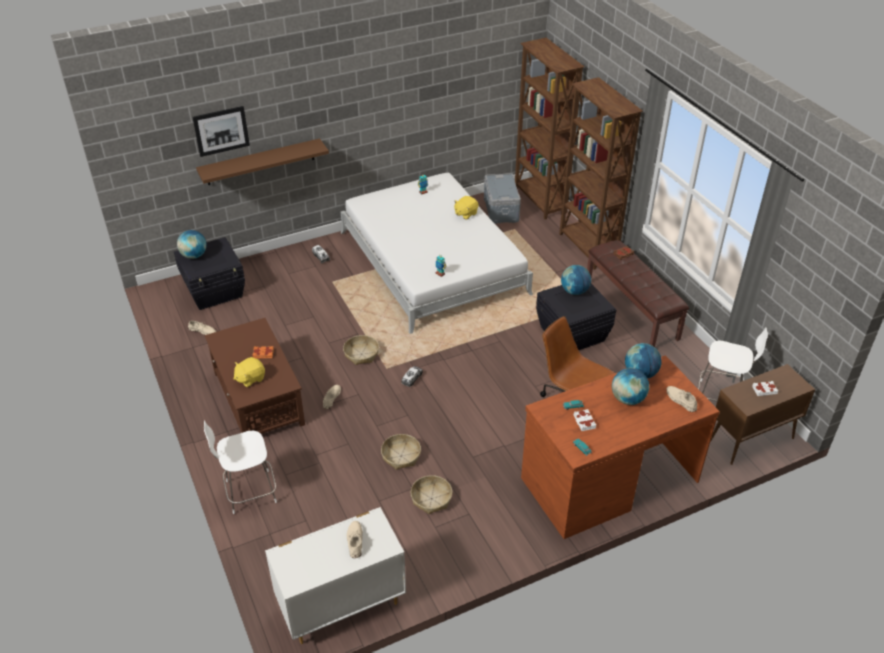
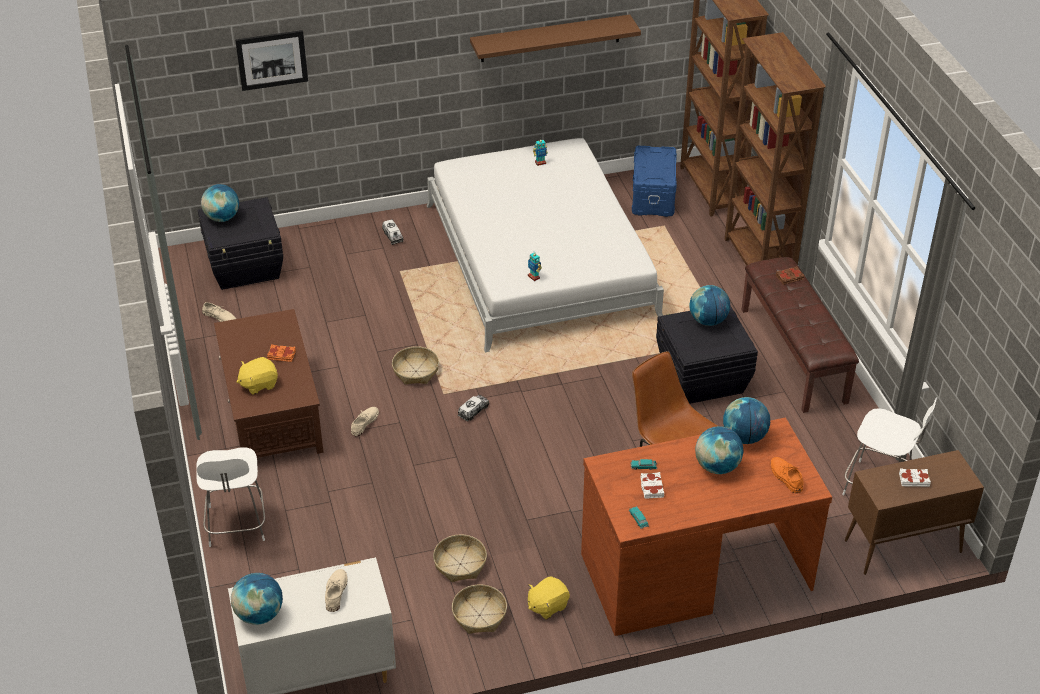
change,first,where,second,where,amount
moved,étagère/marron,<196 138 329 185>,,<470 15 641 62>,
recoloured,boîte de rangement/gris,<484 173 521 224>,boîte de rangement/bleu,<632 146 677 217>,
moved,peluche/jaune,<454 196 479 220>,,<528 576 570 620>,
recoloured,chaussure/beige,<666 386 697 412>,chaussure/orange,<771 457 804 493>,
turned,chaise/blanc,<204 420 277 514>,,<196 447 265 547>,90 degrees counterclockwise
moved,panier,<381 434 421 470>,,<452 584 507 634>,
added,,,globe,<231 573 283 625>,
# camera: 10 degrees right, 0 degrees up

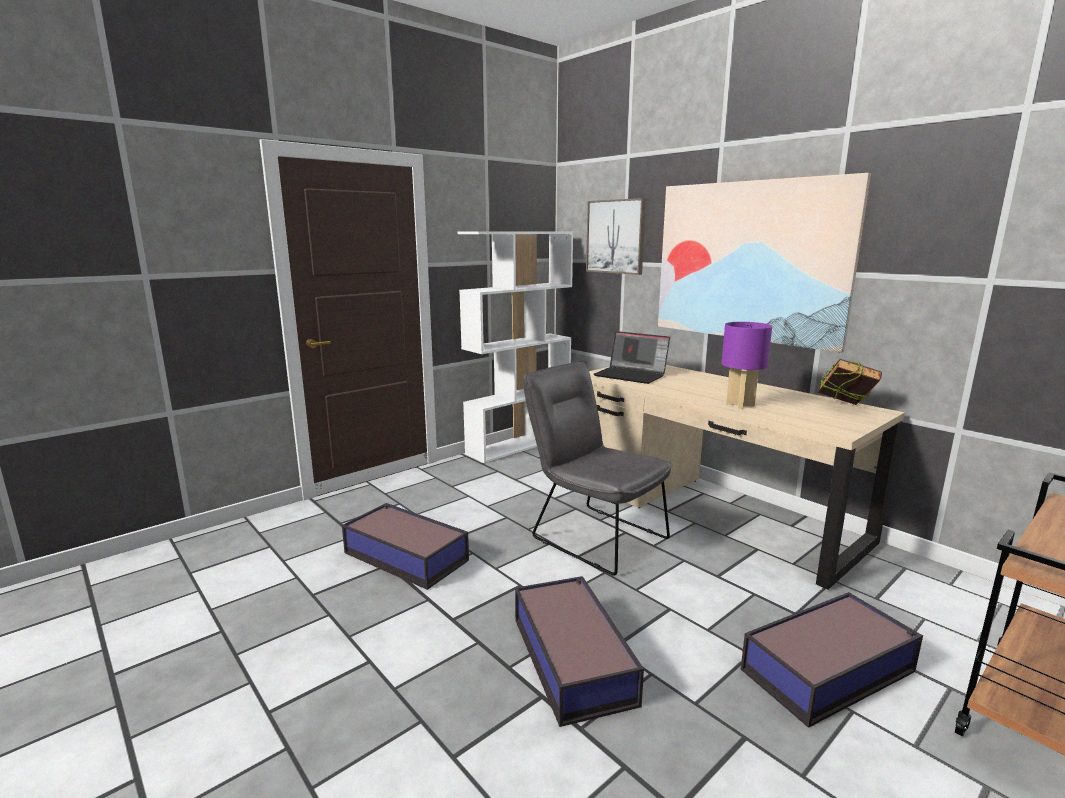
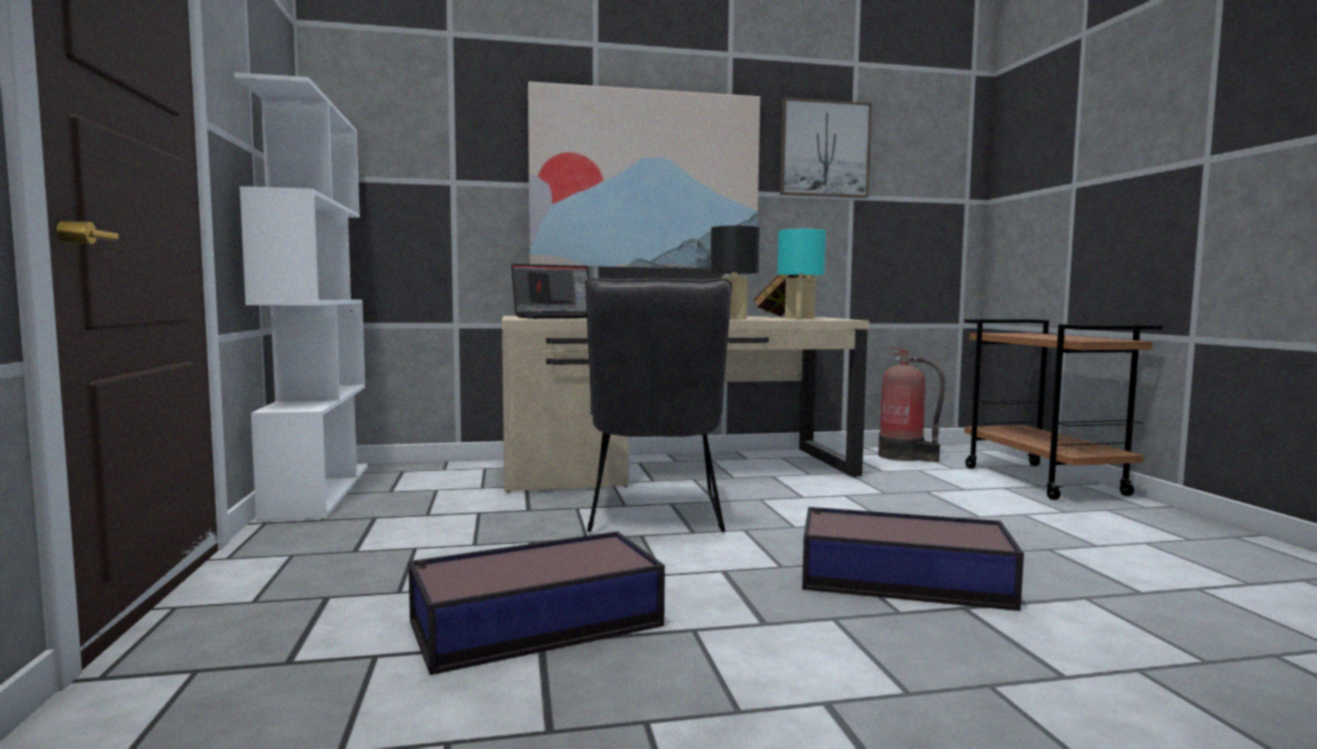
change,first,where,second,where,amount
moved,tableau,<586 198 646 275>,,<780 97 872 198>,
recoloured,lampe de table/violet,<722 322 772 409>,lampe de table/noir,<710 225 760 320>,
turned,chaise/gris,<522 360 672 576>,,<585 278 732 532>,75 degrees counterclockwise
removed,boîte de rangement,<741 592 923 728>,,,
added,,,lampe de table/turquoise,<777 229 826 319>,
added,,,extincteur,<878 347 945 462>,
# camera: 60 degrees left, 10 degrees down

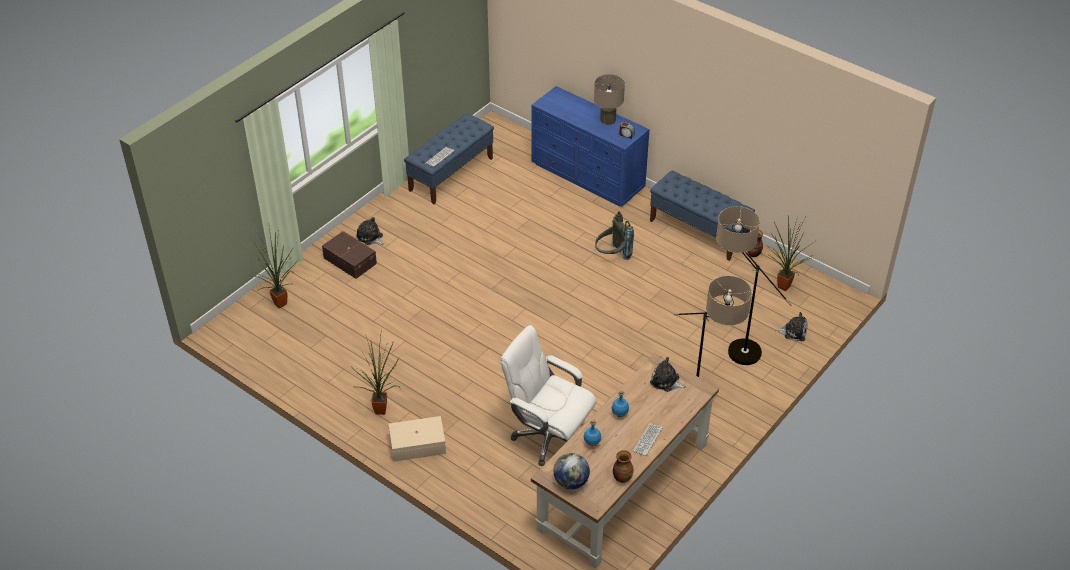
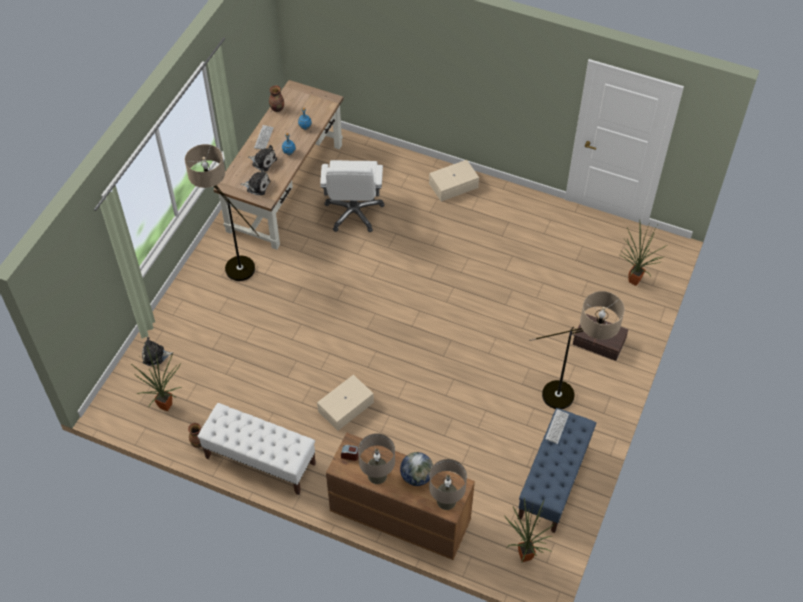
change,first,where,second,where,amount
recoloured,commode/bleu,<531 86 650 207>,commode/marron,<326 433 475 560>,
recoloured,banc/bleu,<650 170 755 261>,banc/blanc,<197 403 316 495>,
moved,lampadaire,<716 206 792 365>,,<529 291 625 409>,
replaced,sac à dos/gris,<595 212 634 260>,boîte de rangement/beige,<317 375 374 431>,
moved,peluche,<356 217 384 245>,,<248 145 277 171>,
turned,chaise de bureau/blanc,<500 325 597 466>,,<320 160 385 232>,75 degrees clockwise
moved,plante en pot,<352 329 400 415>,,<504 498 555 563>,
moved,globe,<554 453 590 490>,,<400 452 433 486>,
added,,,lampe de table/beige,<429 459 467 510>,
# camera: 165 degrees right, 10 degrees up

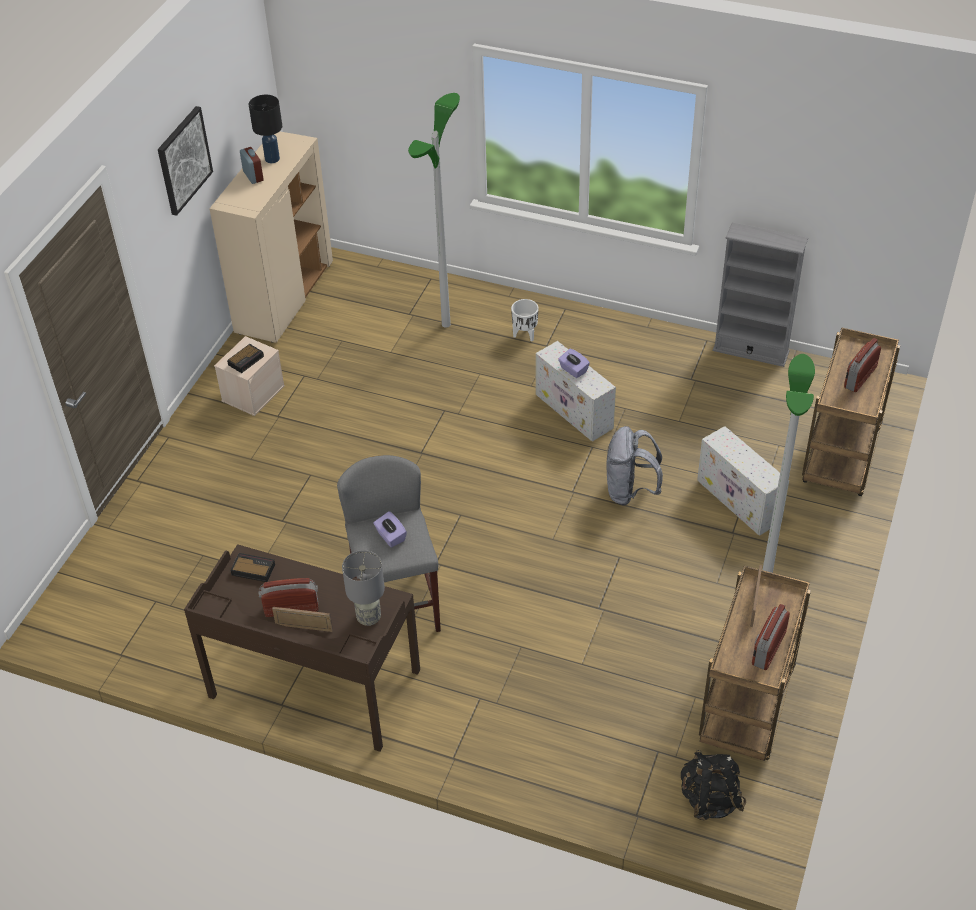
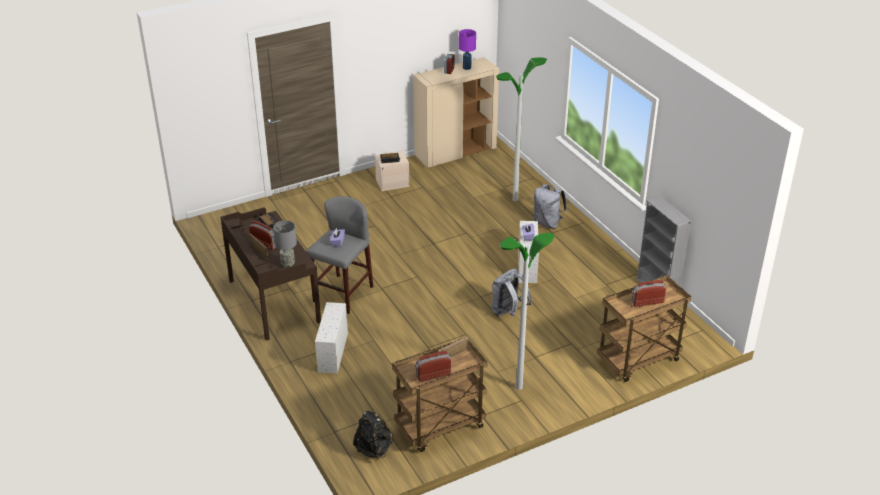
change,first,where,second,where,amount
recoloured,lampe de table/noir,<249 95 282 163>,lampe de table/violet,<459 29 476 70>,
removed,tableau,<158 106 213 216>,,,
replaced,cache-pot/blanc,<511 299 539 342>,sac à dos/gris,<534 184 567 229>,
moved,boîte de rangement/blanc,<697 426 789 536>,,<315 302 348 374>,
# camera: 40 degrees right, 10 degrees down

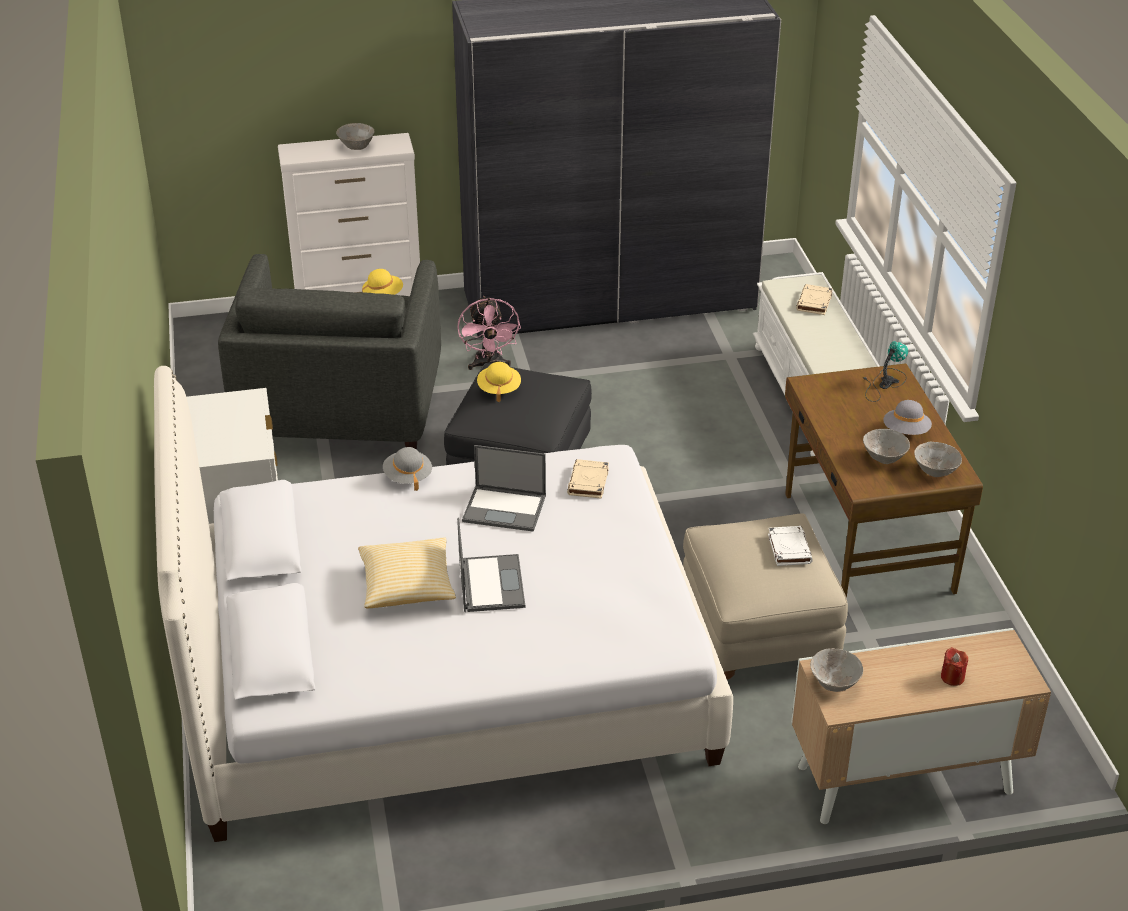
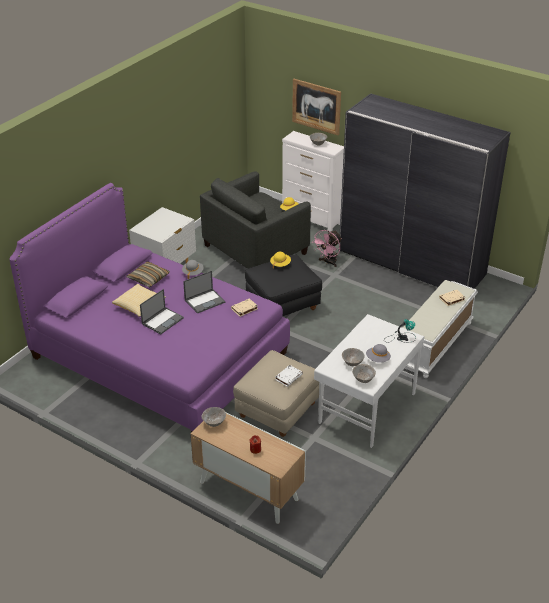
change,first,where,second,where,amount
recoloured,bureau/marron,<785 363 983 598>,bureau/blanc,<314 314 424 448>,
recoloured,lit/blanc,<154 366 733 842>,lit/violet,<9 183 290 432>,
turned,ordinateur portable,<462 445 546 532>,,<183 271 225 314>,90 degrees counterclockwise
added,,,tableau,<292 79 341 136>,
added,,,coussin,<126 261 170 287>,
# camera: 45 degrees right, 0 degrees up

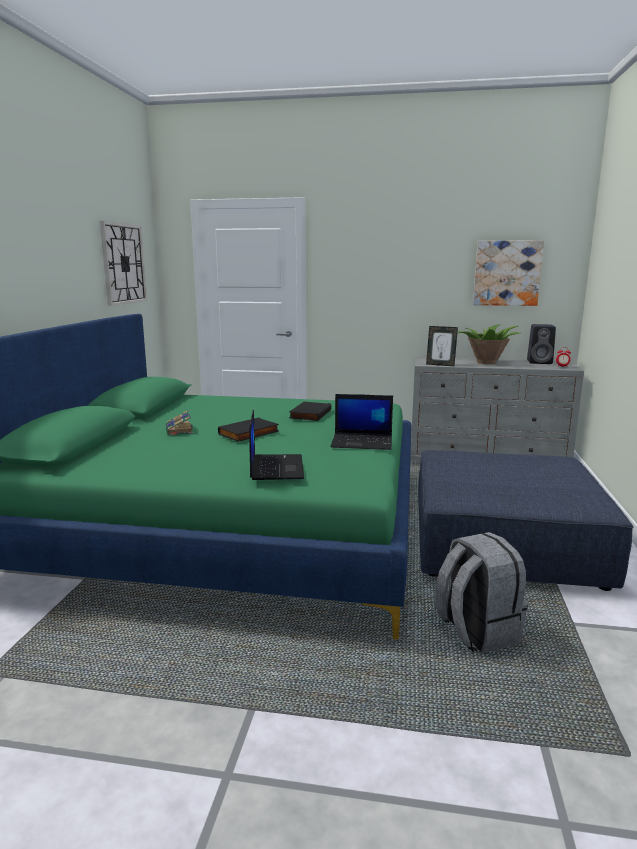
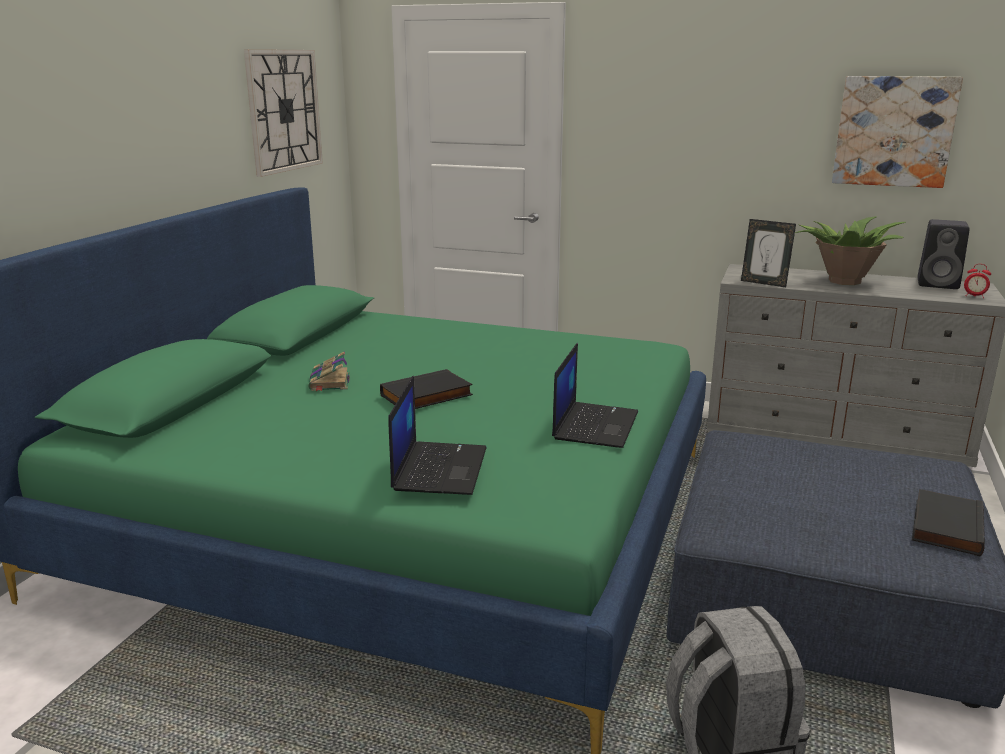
change,first,where,second,where,amount
turned,ordinateur portable,<331 394 393 450>,,<552 343 638 448>,90 degrees counterclockwise
moved,livre/noir,<289 402 331 421>,,<912 489 985 556>,
# camera: 10 degrees right, 5 degrees up

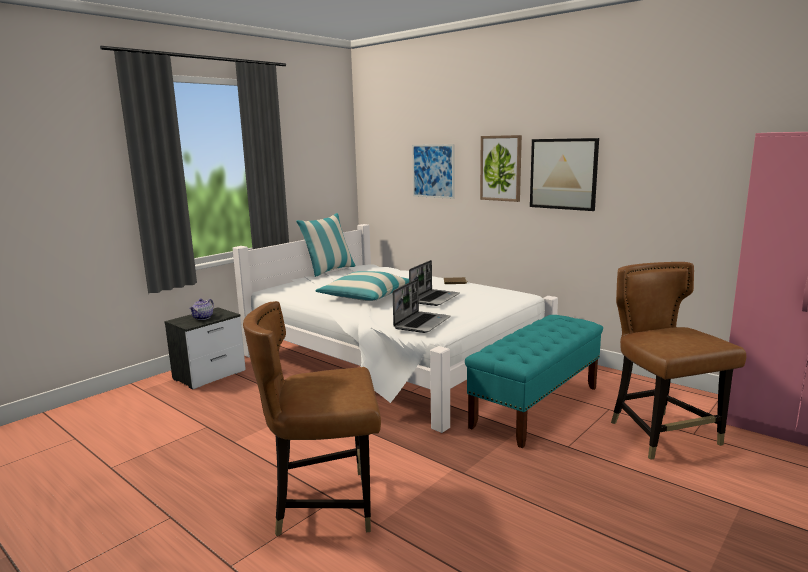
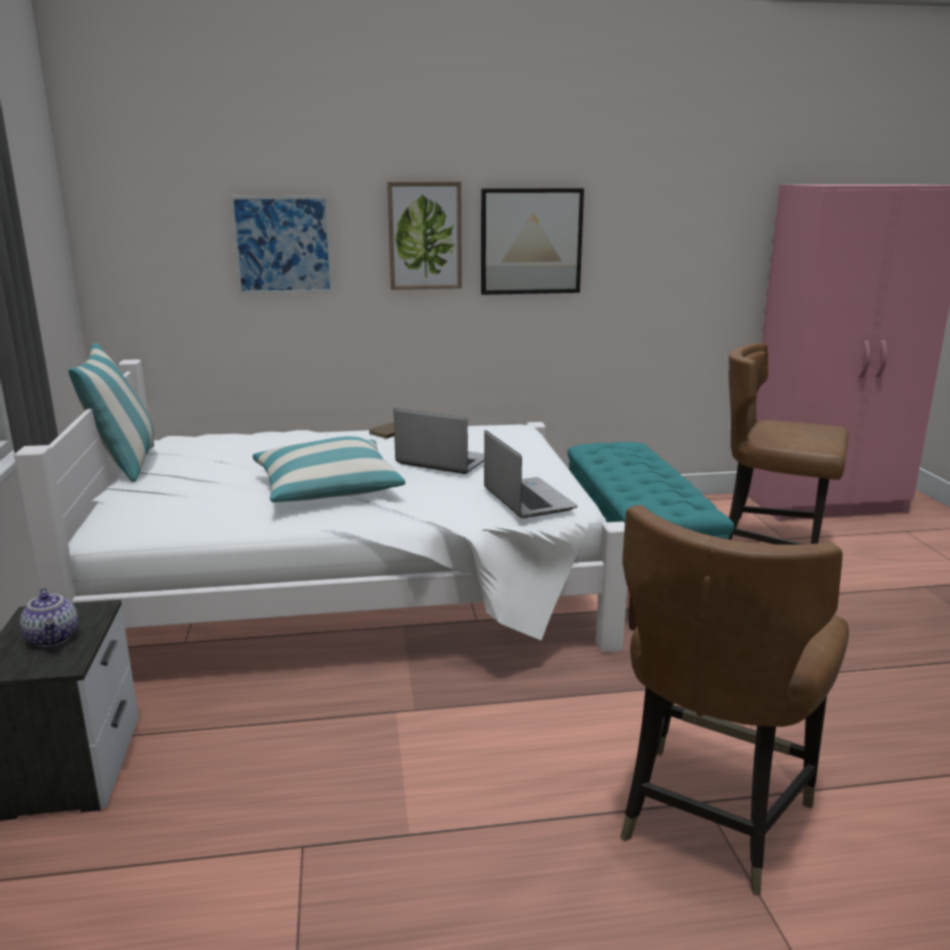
change,first,where,second,where,amount
turned,ordinateur portable,<409 260 460 306>,,<394 408 484 474>,45 degrees counterclockwise
# camera: 50 degrees left, 5 degrees up

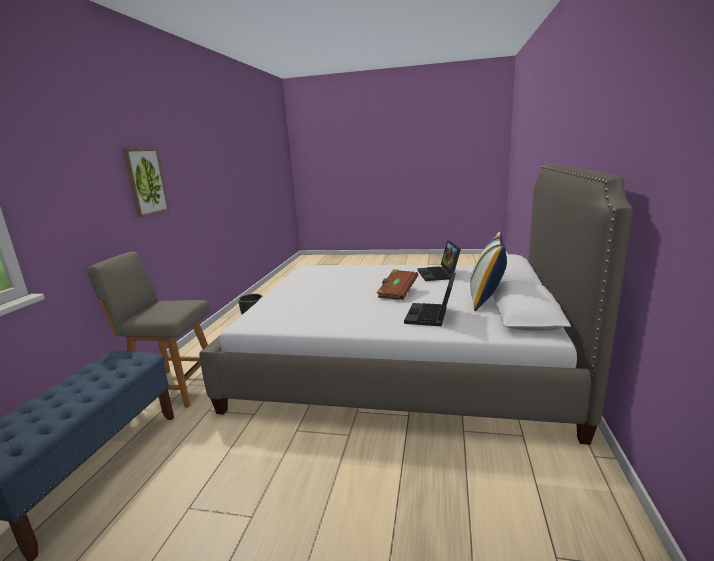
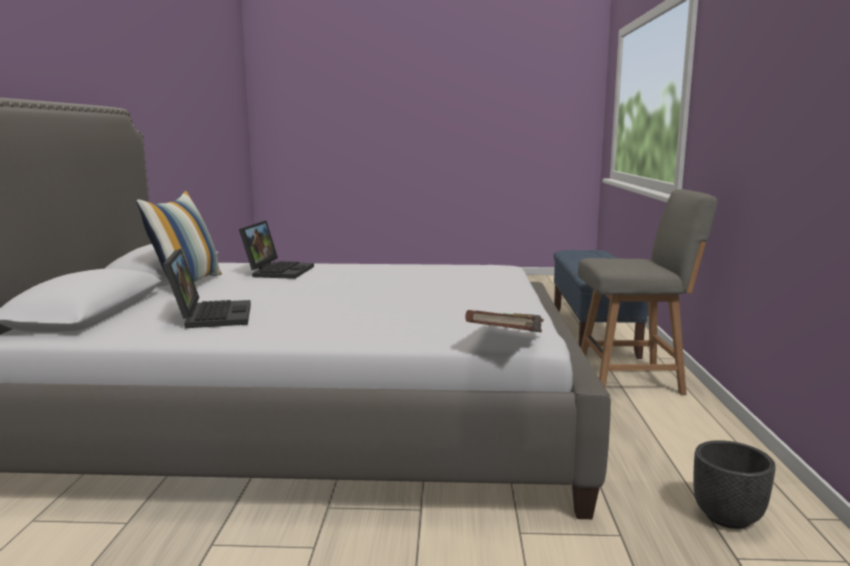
change,first,where,second,where,amount
removed,tableau,<123 148 169 217>,,,
moved,livre/marron,<377 269 418 300>,,<465 310 544 333>,
# camera: 170 degrees right, 5 degrees down

